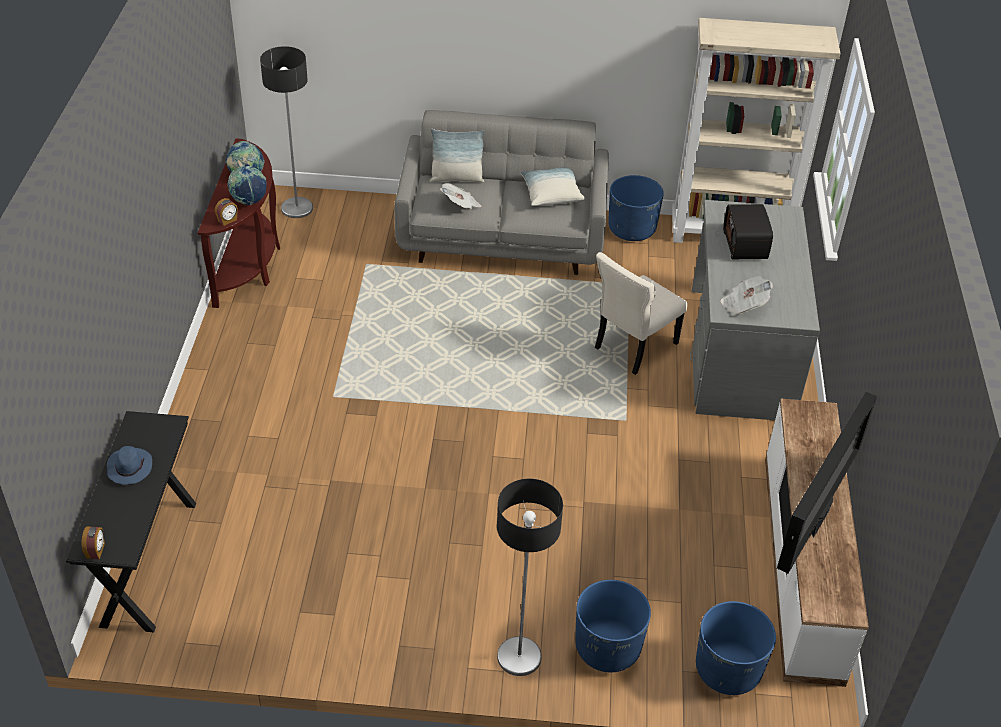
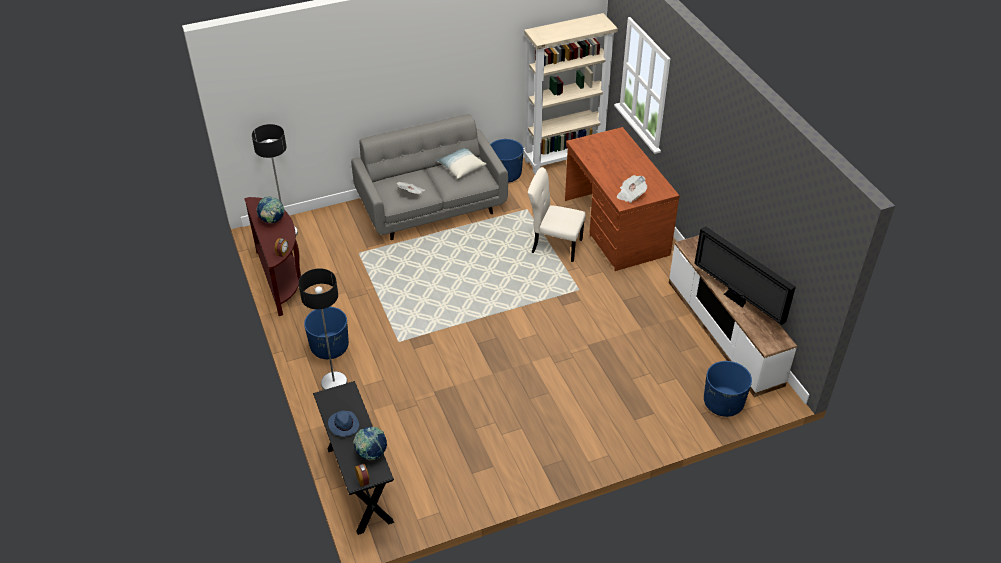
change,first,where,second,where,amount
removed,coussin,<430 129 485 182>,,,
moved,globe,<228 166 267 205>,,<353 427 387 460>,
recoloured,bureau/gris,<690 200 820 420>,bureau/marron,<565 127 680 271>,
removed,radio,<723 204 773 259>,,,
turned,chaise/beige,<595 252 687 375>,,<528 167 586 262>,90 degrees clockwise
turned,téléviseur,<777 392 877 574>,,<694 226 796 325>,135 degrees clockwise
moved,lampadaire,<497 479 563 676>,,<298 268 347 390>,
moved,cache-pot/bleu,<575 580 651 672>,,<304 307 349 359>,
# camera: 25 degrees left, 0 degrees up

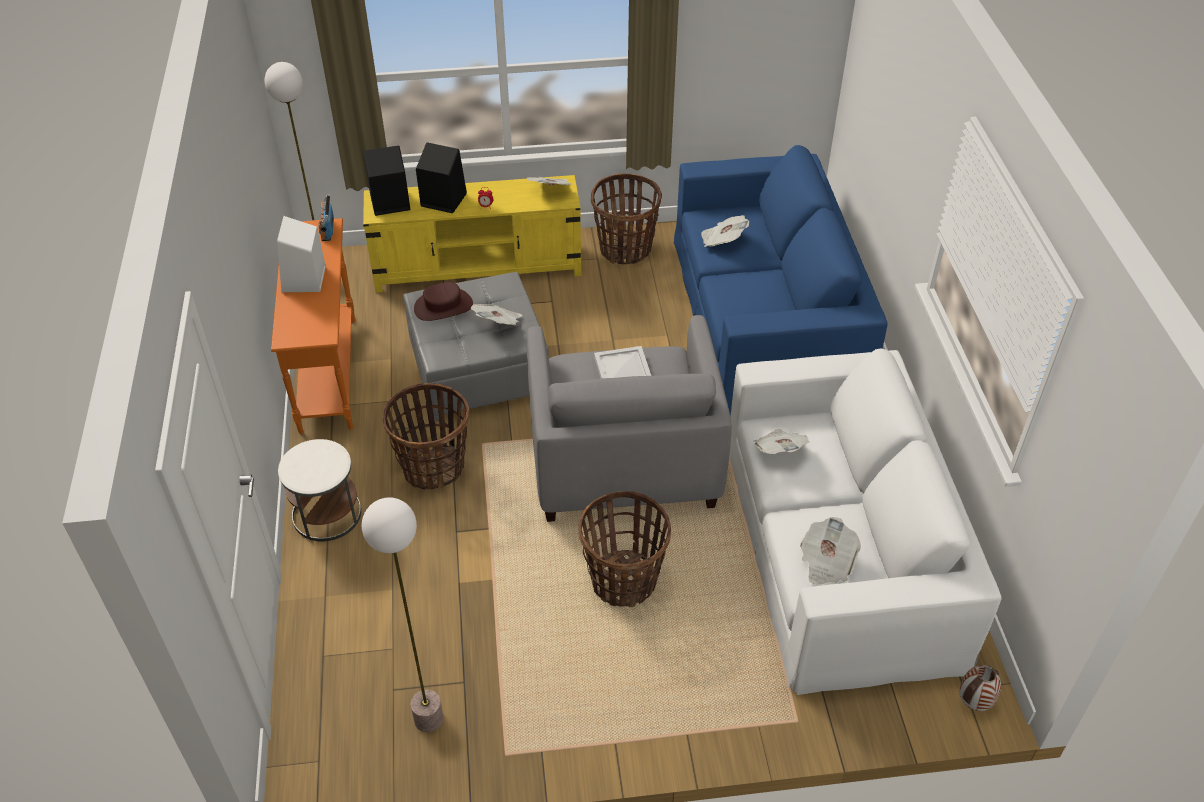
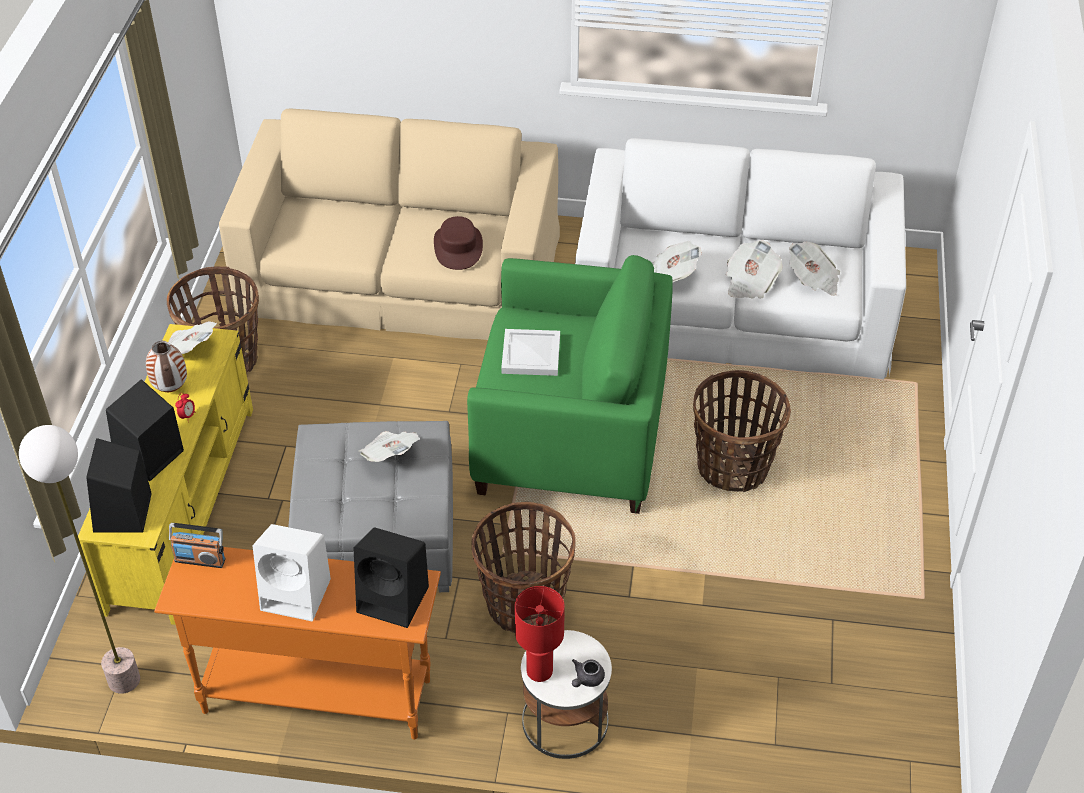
change,first,where,second,where,amount
recoloured,canapé/bleu,<674 145 888 417>,canapé/beige,<219 109 560 340>,
moved,journal,<701 215 749 247>,,<726 240 782 299>,
moved,chapeau/marron,<414 282 473 321>,,<434 216 483 270>,
recoloured,fauteuil/gris,<527 315 732 522>,fauteuil/vert,<467 255 673 514>,
removed,lampadaire,<362 497 444 732>,,,
moved,vase,<960 665 1001 711>,,<146 341 187 392>,
added,,,enceinte/noir,<353 527 429 628>,
added,,,lampe de table/rouge,<515 586 565 682>,
added,,,théière/gris,<572 659 605 687>,
# camera: 75 degrees left, 0 degrees up

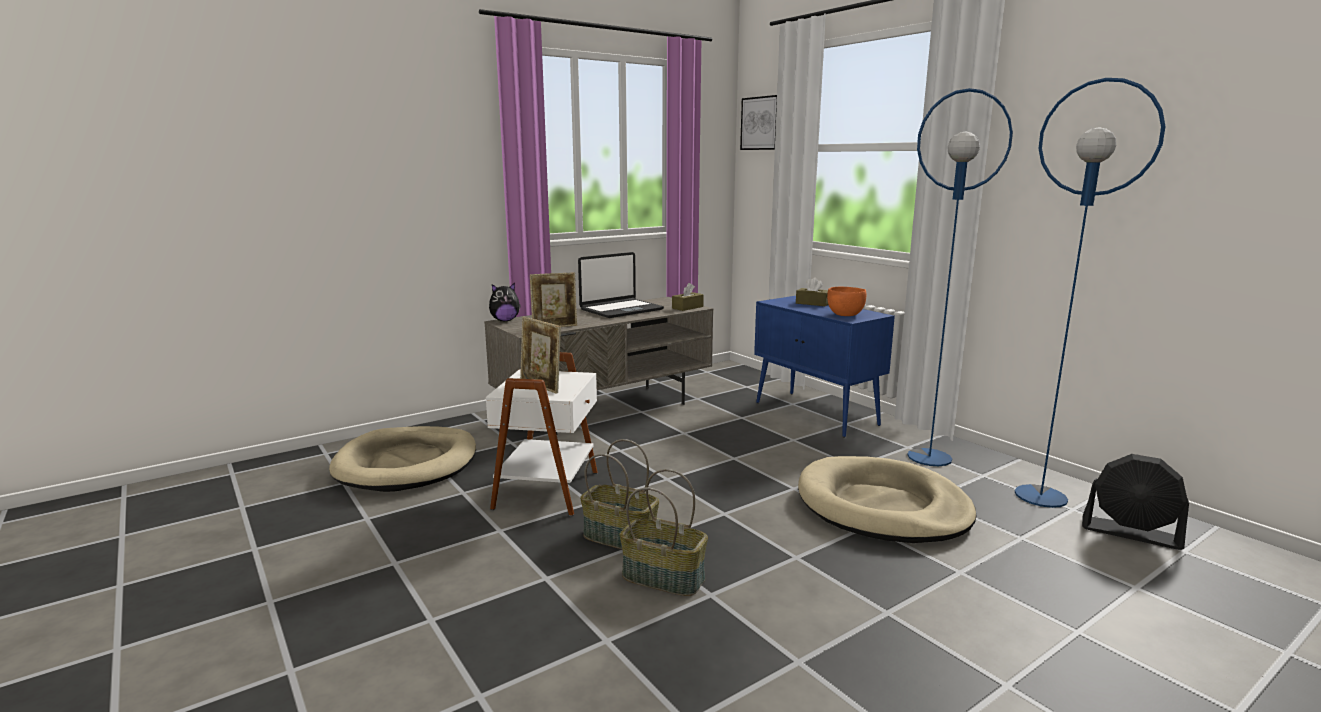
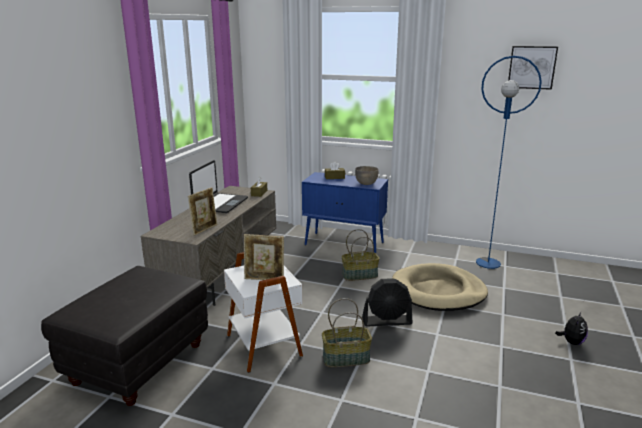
change,first,where,second,where,amount
removed,lampadaire/bleu,<908 88 1013 466>,,,
moved,tableau,<740 95 777 150>,,<508 46 558 90>,
moved,peluche,<489 283 521 321>,,<555 311 588 345>,
recoloured,bol/orange,<827 287 866 316>,bol/gris,<355 166 378 185>,
replaced,panier pour chien/beige,<329 426 476 492>,pouf/noir,<41 266 208 406>,
moved,ventilateur/noir,<1082 454 1189 550>,,<362 278 413 326>,
moved,panier,<620 469 708 596>,,<342 229 380 281>,
# camera: 35 degrees left, 5 degrees up

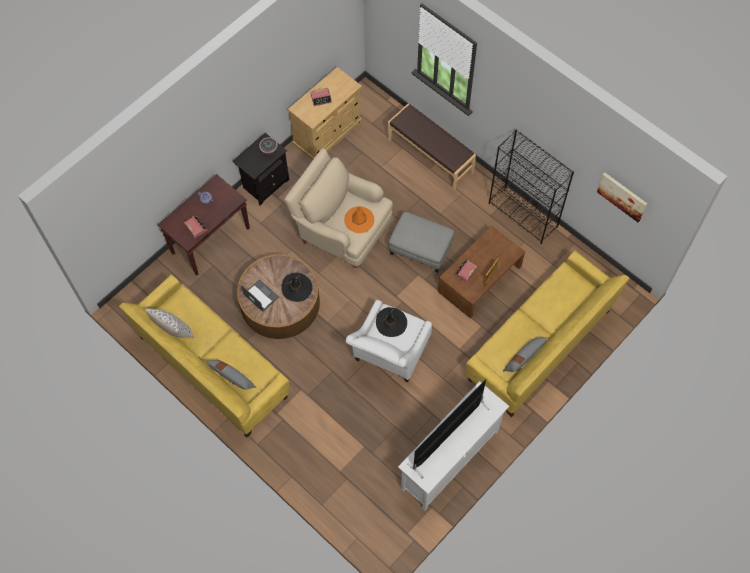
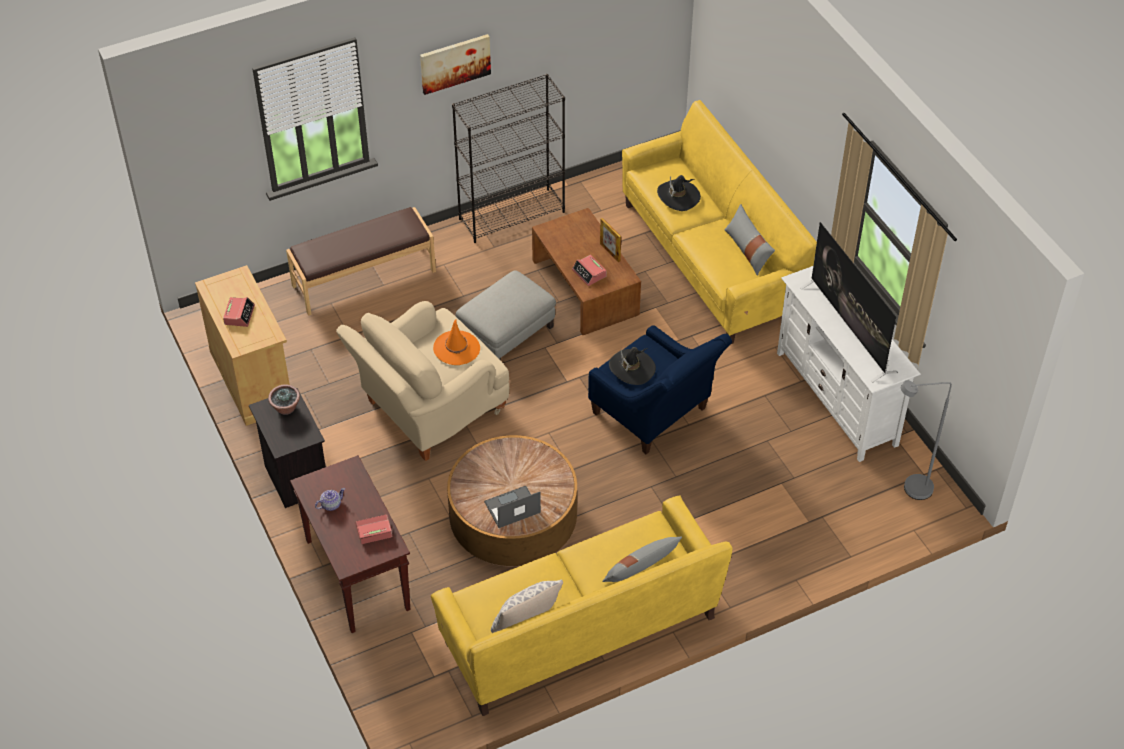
change,first,where,second,where,amount
moved,tableau,<597 173 647 222>,,<420 34 491 95>,
moved,chapeau/noir,<281 273 312 302>,,<657 175 701 211>,
recoloured,fauteuil/blanc,<346 300 432 382>,fauteuil/bleu,<588 325 732 454>,
added,,,lampadaire/gris,<901 380 952 500>,
# camera: 70 degrees left, 15 degrees down

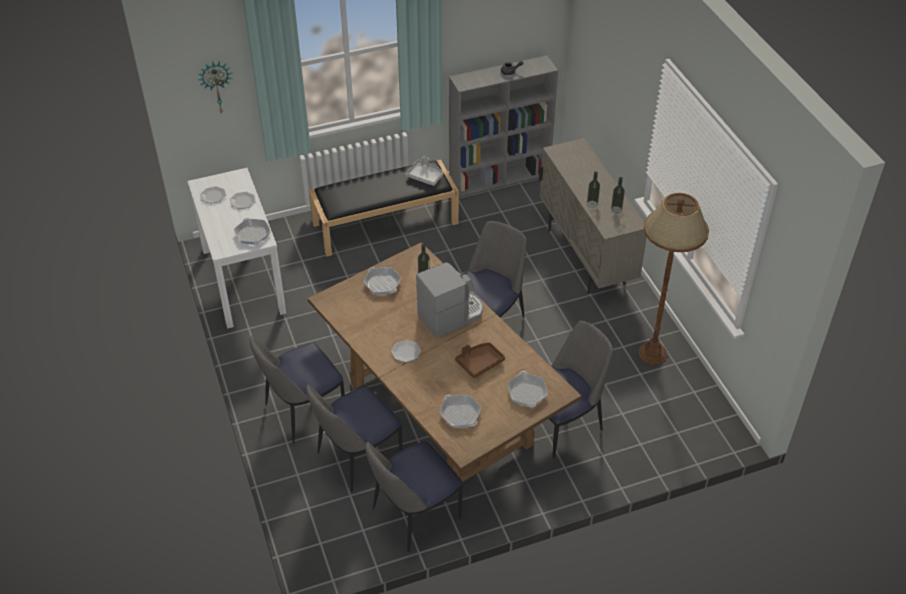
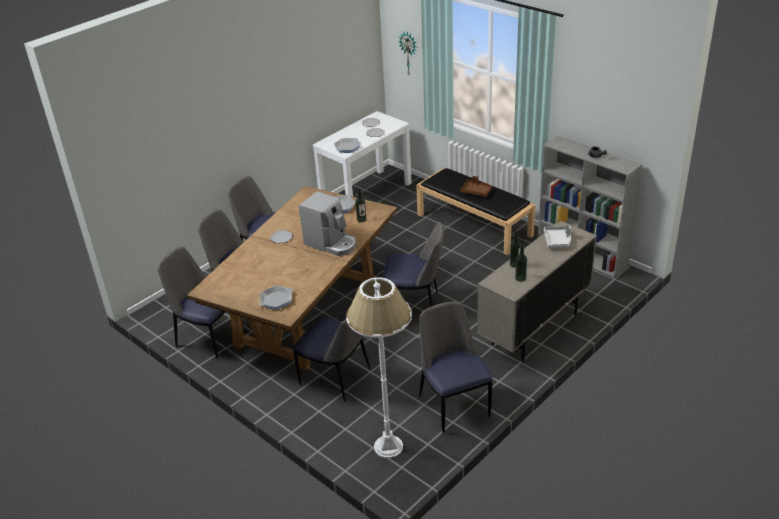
change,first,where,second,where,amount
moved,plateau/gris,<406 156 444 186>,,<544 225 571 248>,
replaced,lampadaire/marron,<638 193 709 365>,chaise,<419 302 493 433>,
moved,plateau/marron,<455 342 505 378>,,<461 176 492 197>,
removed,poêle,<439 394 482 428>,,,
added,,,lampadaire/blanc,<346 277 412 458>,
# camera: 65 degrees right, 10 degrees down

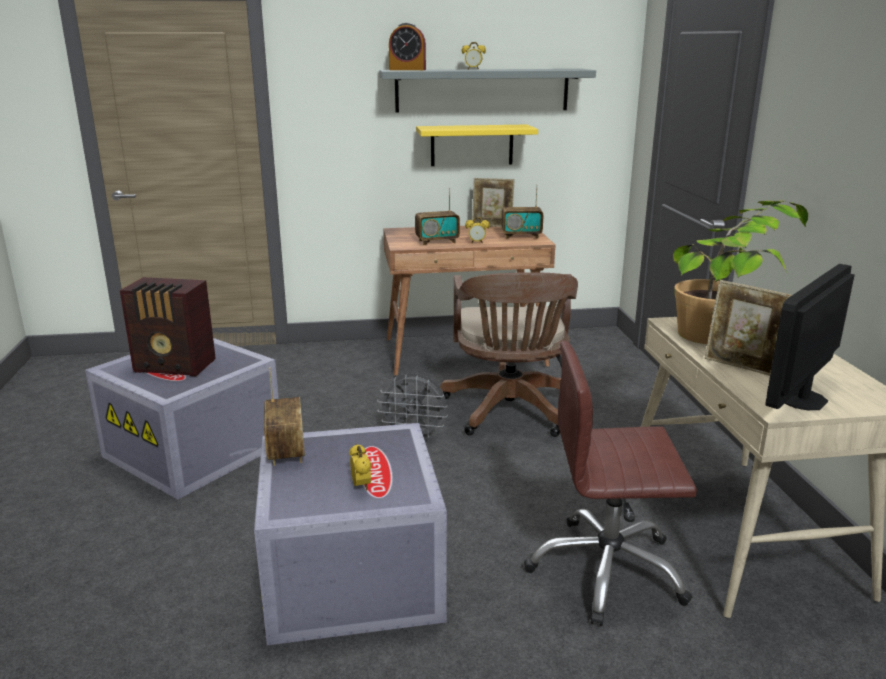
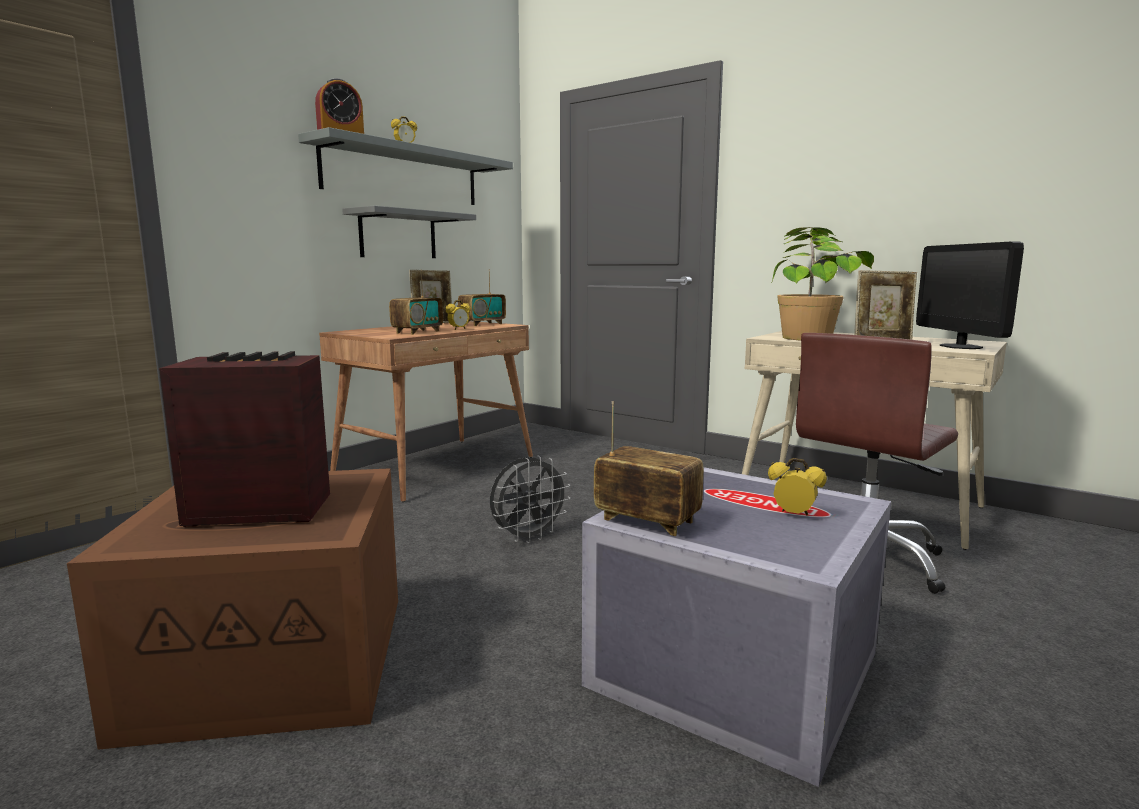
change,first,where,second,where,amount
recoloured,étagère/jaune,<416 125 538 166>,étagère/gris,<342 205 476 258>,
removed,chaise de bureau/marron,<440 272 578 437>,,,
turned,radio,<120 277 216 376>,,<159 351 330 527>,150 degrees counterclockwise
recoloured,boîte de rangement/gris,<85 338 279 500>,boîte de rangement/marron,<67 468 398 750>,
# camera: 45 degrees left, 10 degrees down

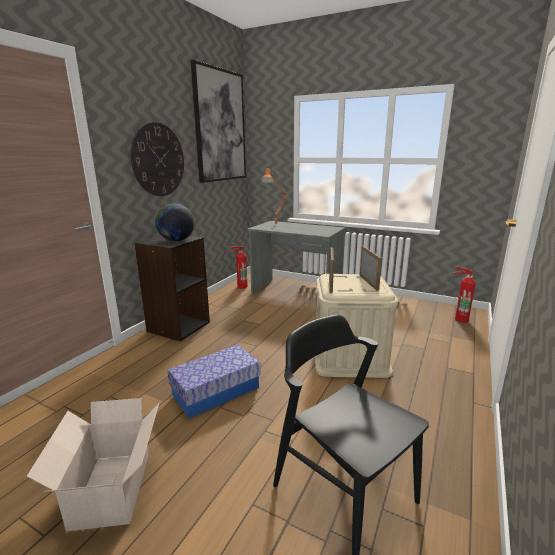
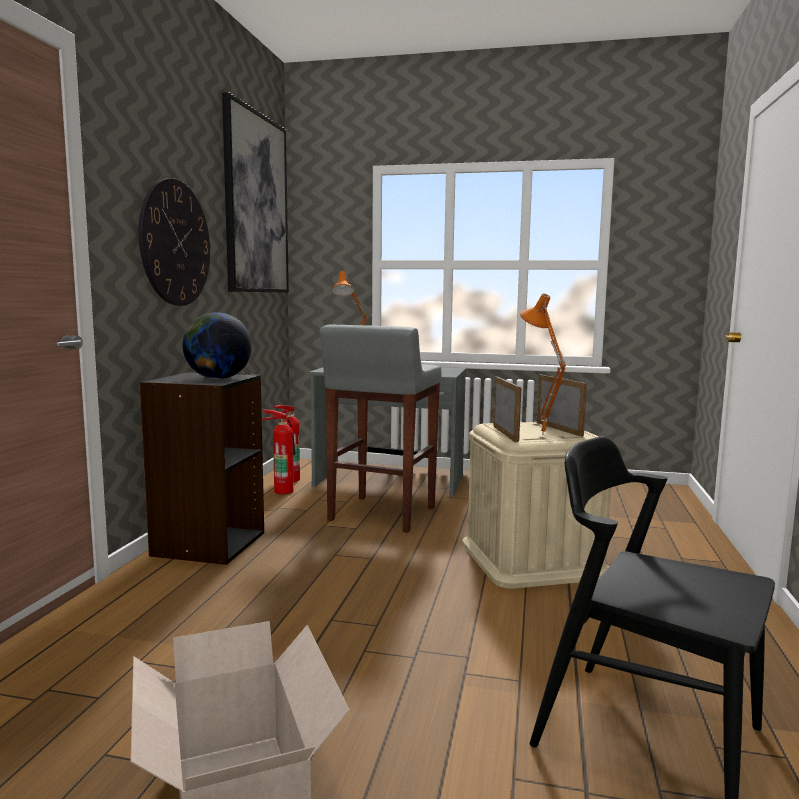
change,first,where,second,where,amount
moved,extincteur,<454 266 476 322>,,<262 409 296 494>,
removed,boîte de rangement,<167 345 261 418>,,,
added,,,lampe de table/orange,<520 293 566 435>,
added,,,tabouret/gris,<320 324 441 533>,
# camera: 15 degrees left, 10 degrees down

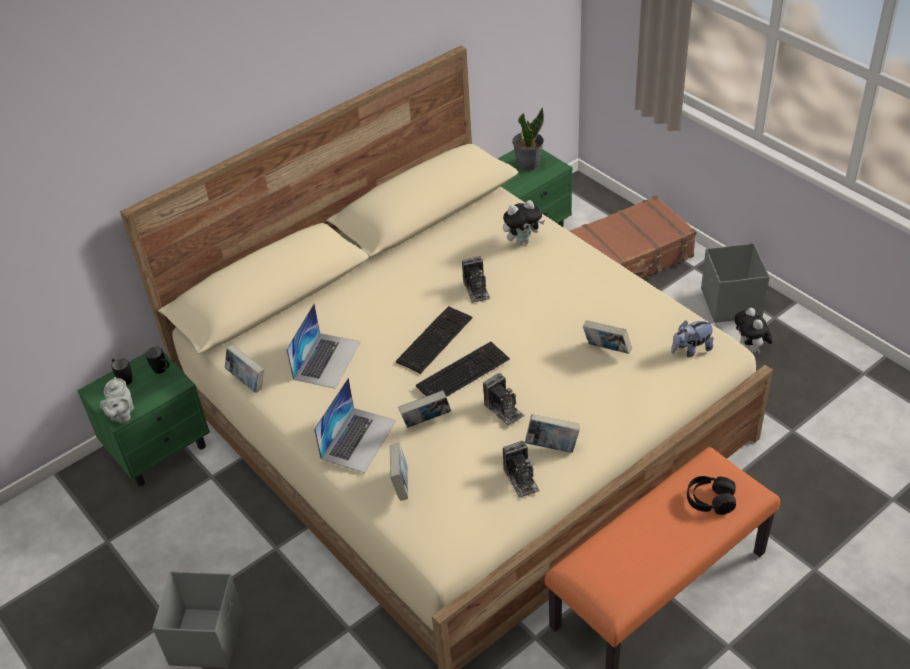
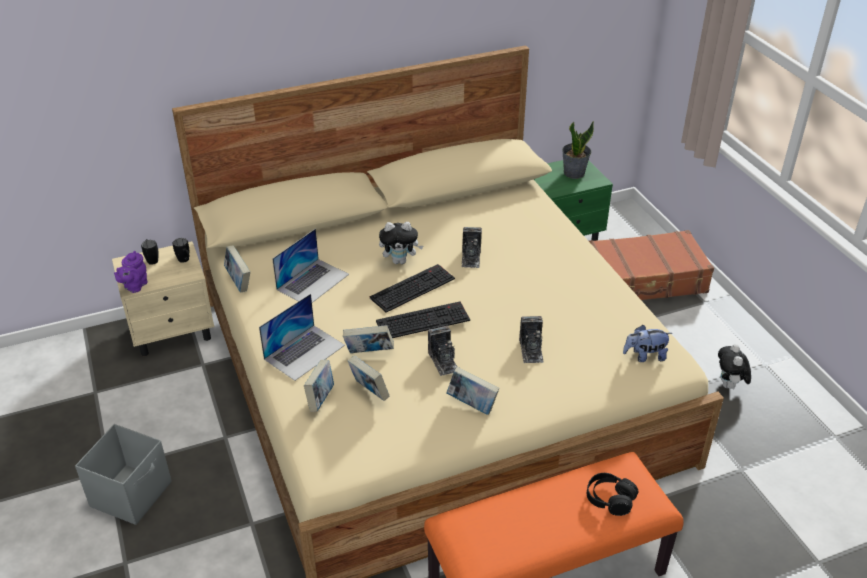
change,first,where,second,where,amount
moved,peluche,<503 200 545 245>,,<379 222 423 264>,
removed,boîte de rangement/gris,<701 243 770 323>,,,
moved,livre,<583 320 632 354>,,<348 356 389 401>,
recoloured,table de chevet/vert,<77 346 210 486>,table de chevet/beige,<112 241 214 356>,
recoloured,théière/gris,<100 377 134 423>,théière/violet,<114 251 148 293>,
moved,appareil photo,<503 441 540 498>,,<519 316 543 363>,
# camera: 15 degrees right, 5 degrees down

